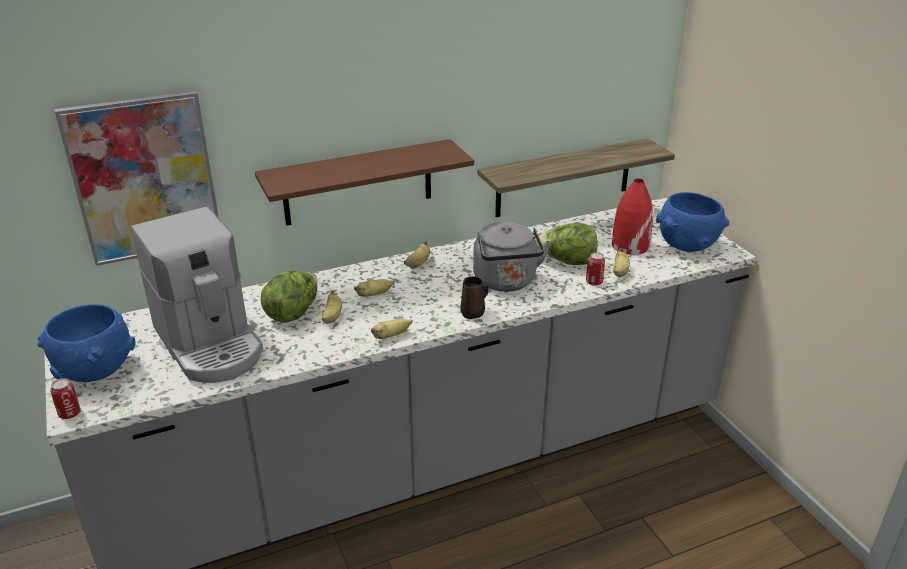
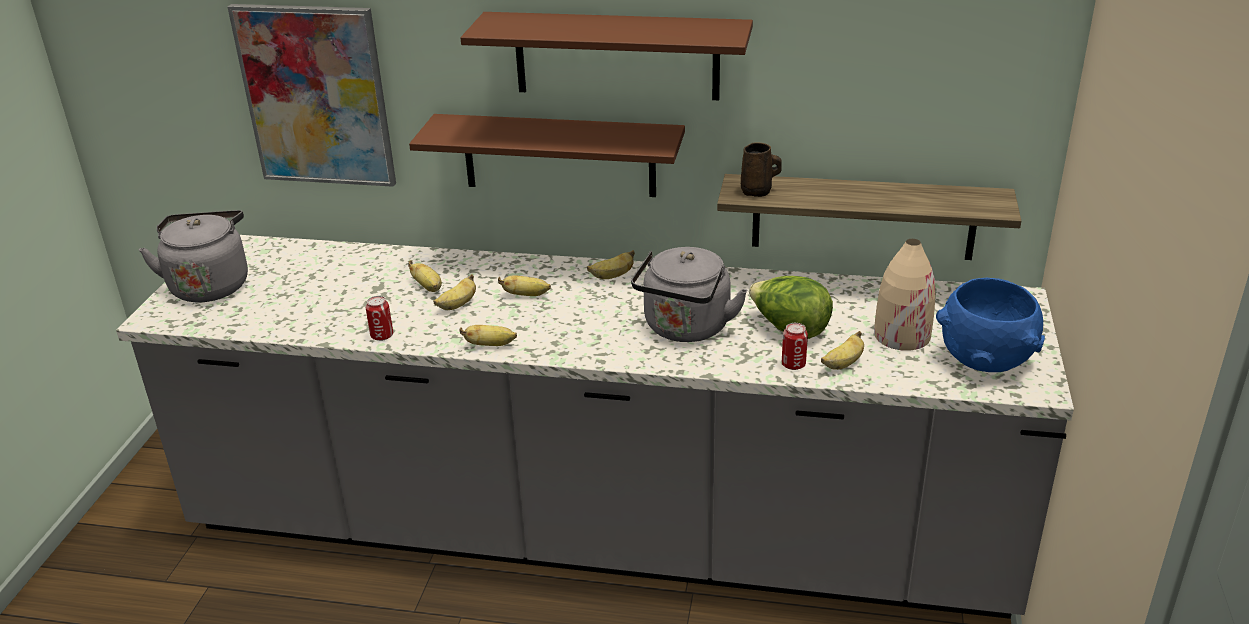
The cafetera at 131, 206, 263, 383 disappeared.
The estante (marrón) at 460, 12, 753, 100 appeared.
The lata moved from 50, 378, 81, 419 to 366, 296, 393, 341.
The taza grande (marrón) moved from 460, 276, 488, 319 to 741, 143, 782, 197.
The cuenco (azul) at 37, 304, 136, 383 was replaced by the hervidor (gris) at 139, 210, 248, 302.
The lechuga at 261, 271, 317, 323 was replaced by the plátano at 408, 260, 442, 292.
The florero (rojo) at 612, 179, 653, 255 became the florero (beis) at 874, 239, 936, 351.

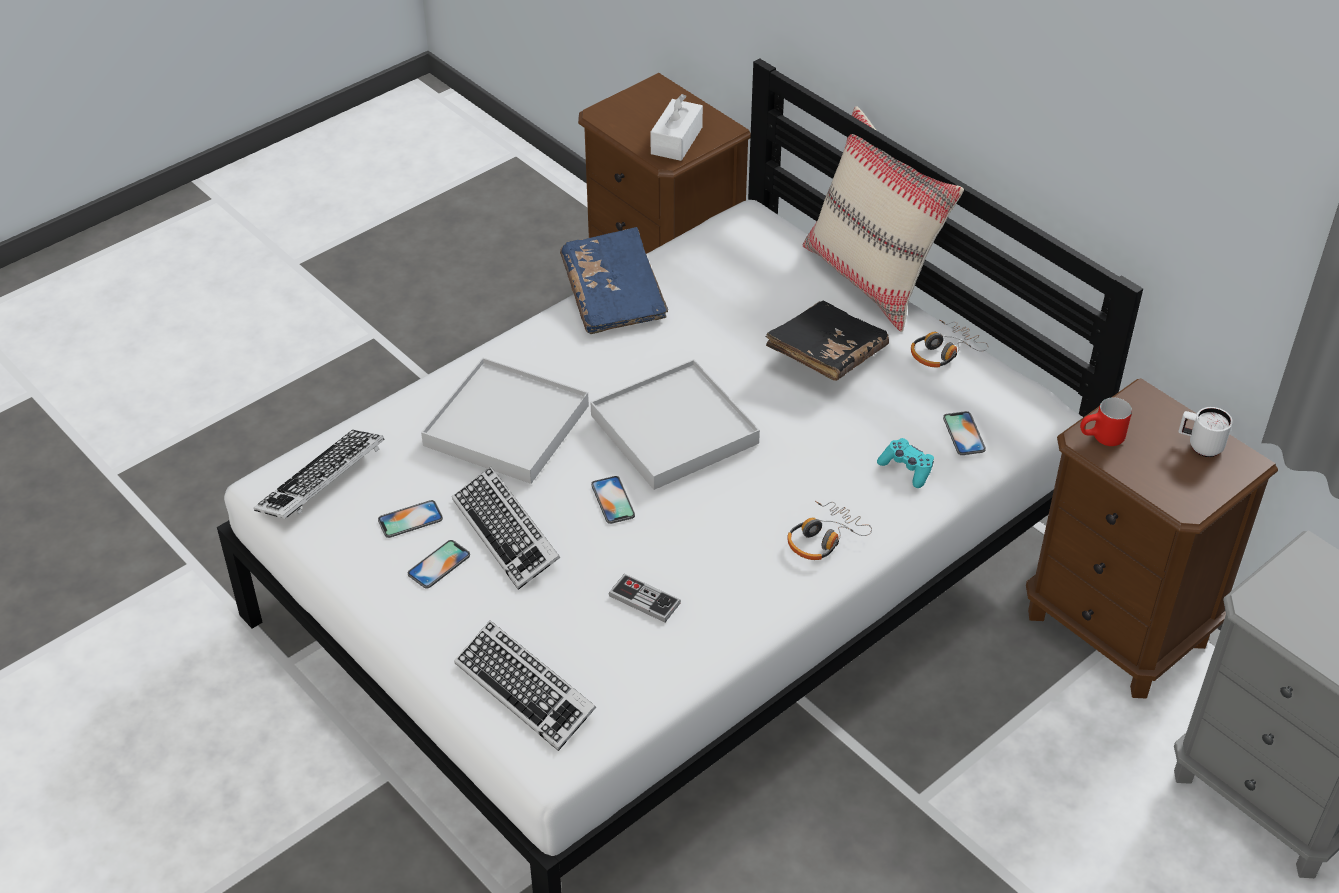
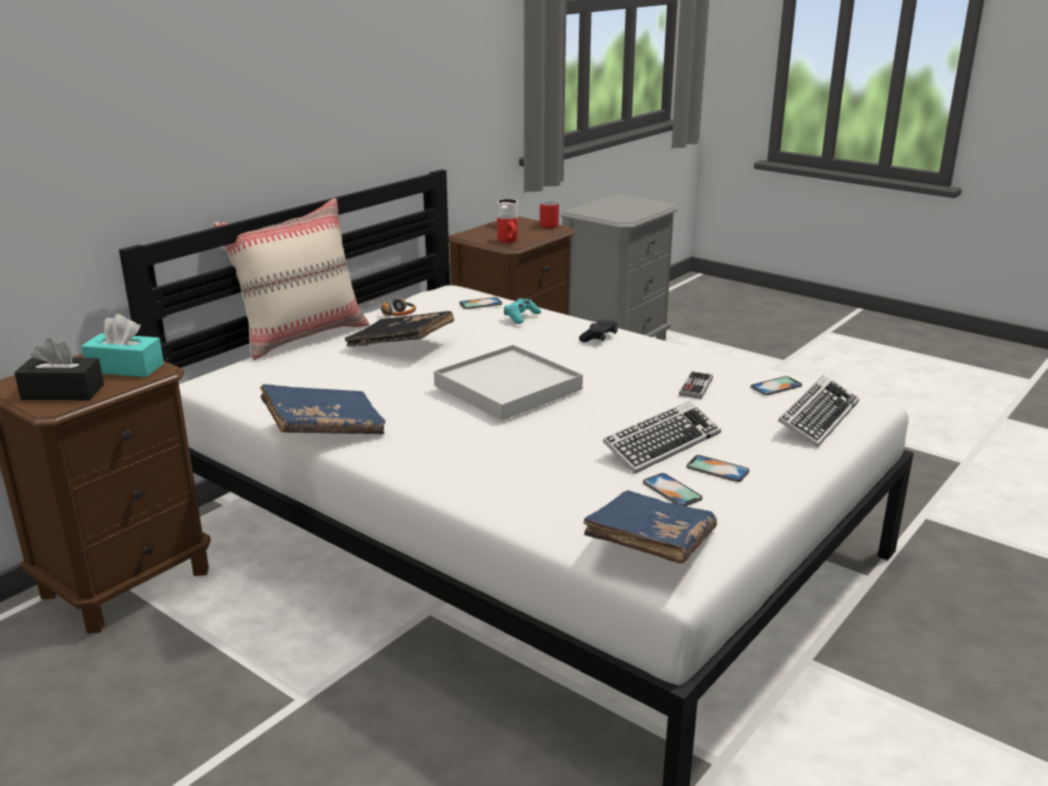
The bandeja (blanco) at 421, 357, 589, 484 disappeared.
The caja de pañuelos (negro) at 14, 338, 104, 400 appeared.
The taza grande (rojo) at 540, 200, 559, 228 appeared.
The móvil moved from 591, 476, 635, 524 to 751, 376, 802, 395.
The teclado at 254, 430, 385, 519 was replaced by the libro (azul) at 583, 490, 717, 564.
The auriculares at 787, 501, 872, 560 was replaced by the mando de consola (negro) at 579, 319, 618, 342.
The caja de pañuelos (blanco) at 650, 94, 703, 161 became the caja de pañuelos (turquesa) at 81, 314, 164, 377.

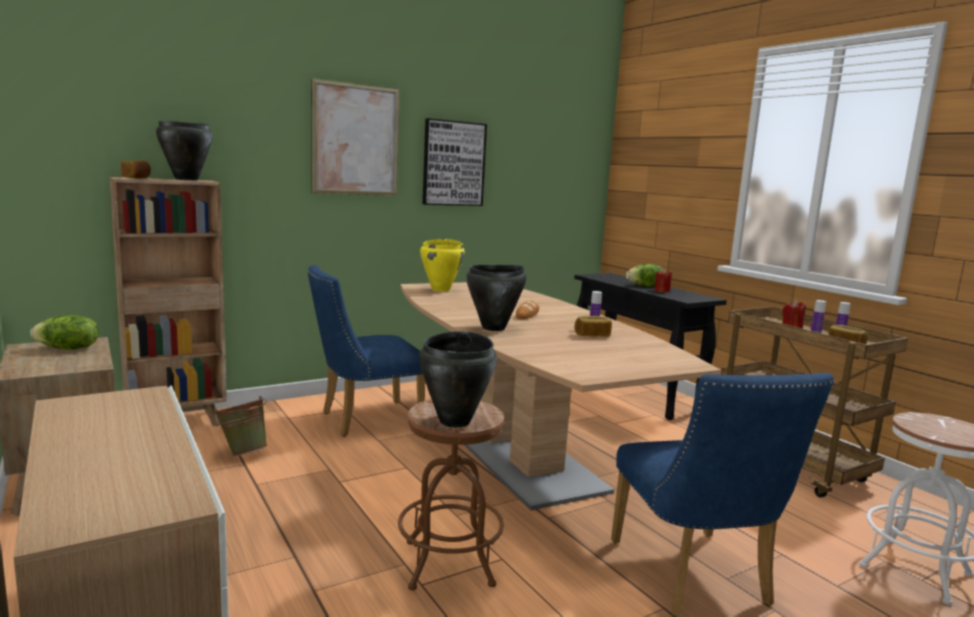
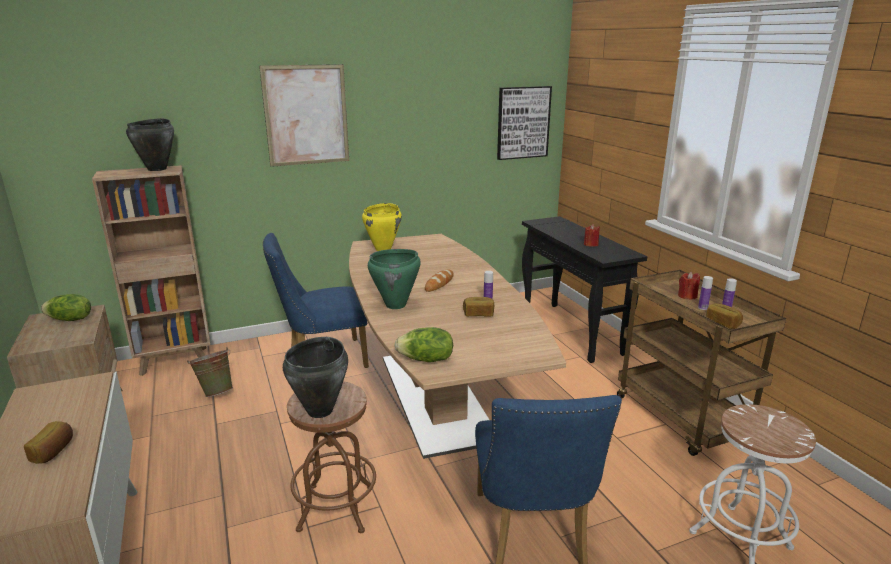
The pan moved from 121, 160, 151, 179 to 24, 421, 73, 464.
The cuadro moved from 423, 118, 487, 206 to 497, 86, 552, 160.
The lechuga moved from 626, 264, 663, 286 to 395, 327, 453, 362.
The olla (negro) at 466, 265, 527, 331 became the olla (verde) at 368, 249, 421, 309.

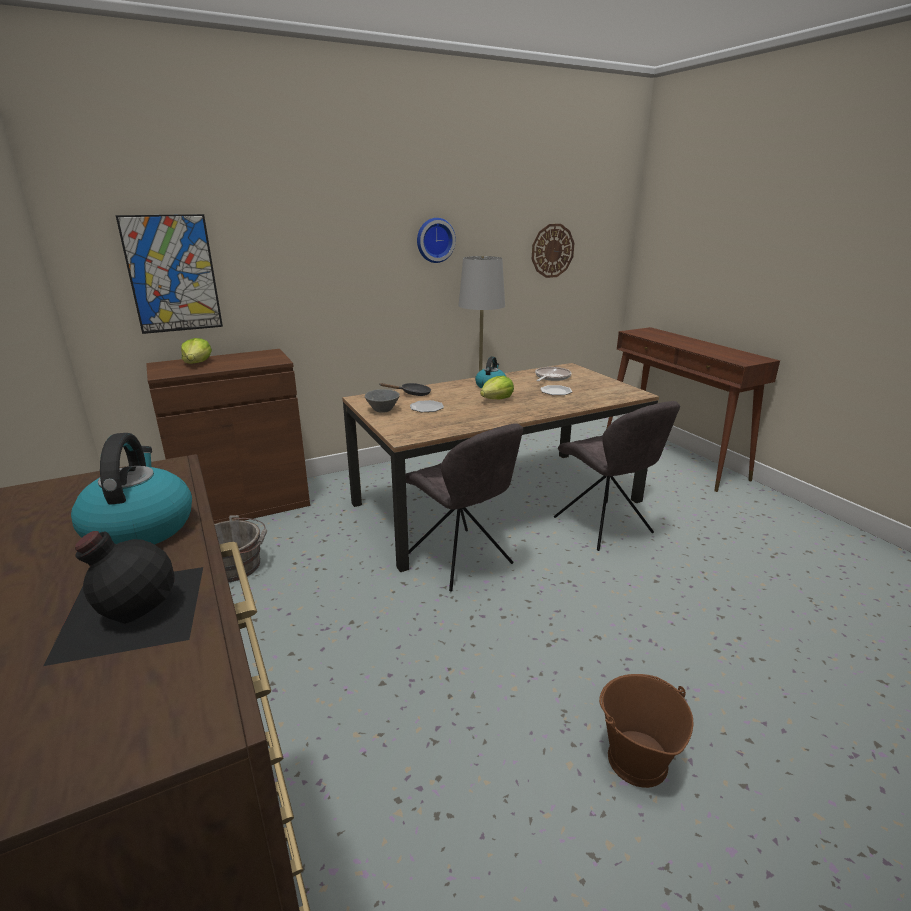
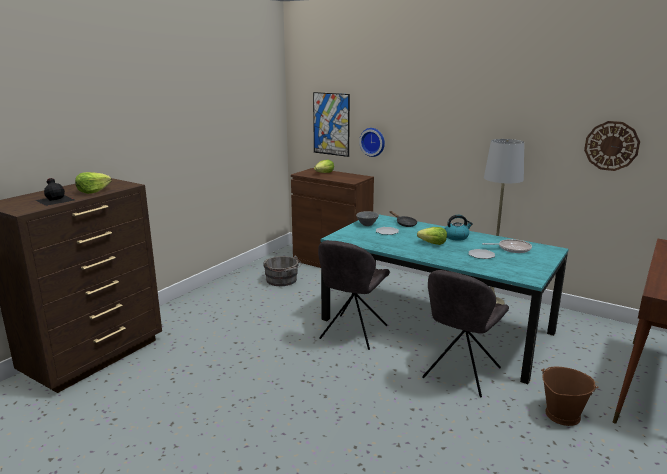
The reloj de pared moved from 417, 218, 456, 263 to 359, 128, 385, 157.
The cubo (marrón) moved from 599, 674, 693, 788 to 541, 367, 599, 426.
The hervidor at 71, 433, 192, 545 was replaced by the lechuga at 75, 172, 112, 194.
The mesa de comedor (marrón) at 342, 363, 659, 572 became the mesa de comedor (turquesa) at 321, 214, 569, 384.

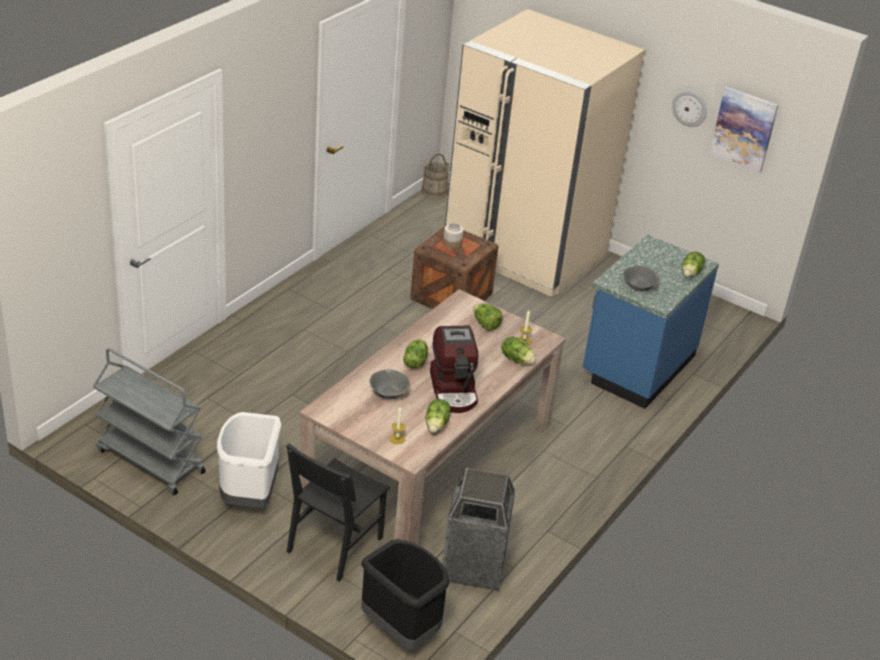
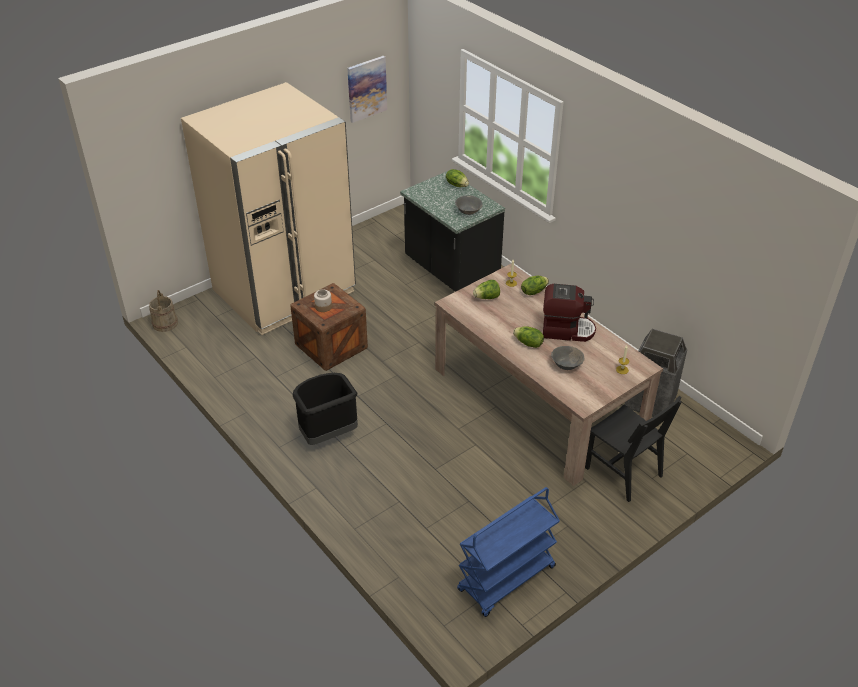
The papelera (blanco) at 217, 412, 281, 508 disappeared.
The lechuga at 426, 399, 451, 433 disappeared.
The reloj de pared at 672, 91, 707, 127 disappeared.
The papelera (negro) moved from 361, 539, 450, 649 to 293, 373, 358, 445.
The carrito (gris) at 93, 348, 206, 495 became the carrito (azul) at 457, 487, 560, 617.
The mueble bajo de cocina (azul) at 583, 235, 719, 409 became the mueble bajo de cocina (negro) at 400, 171, 505, 292.

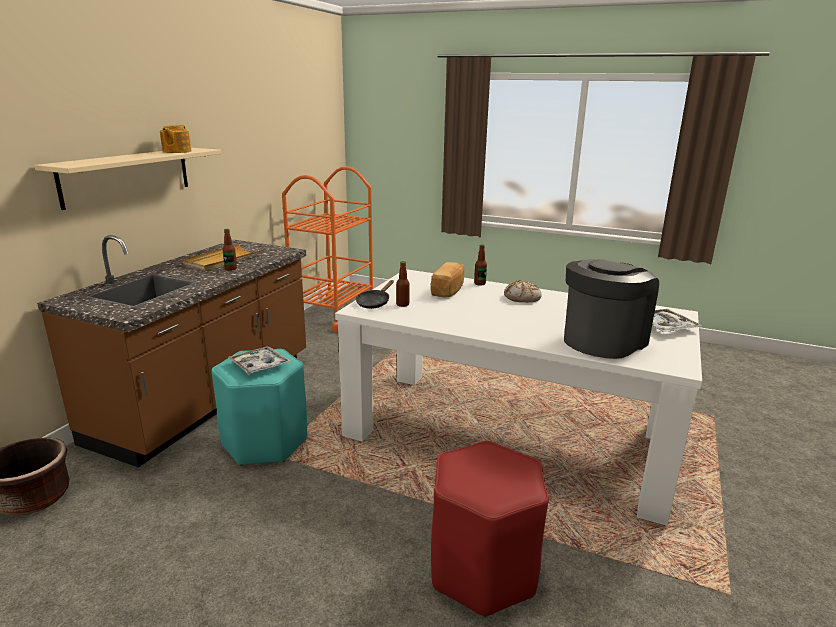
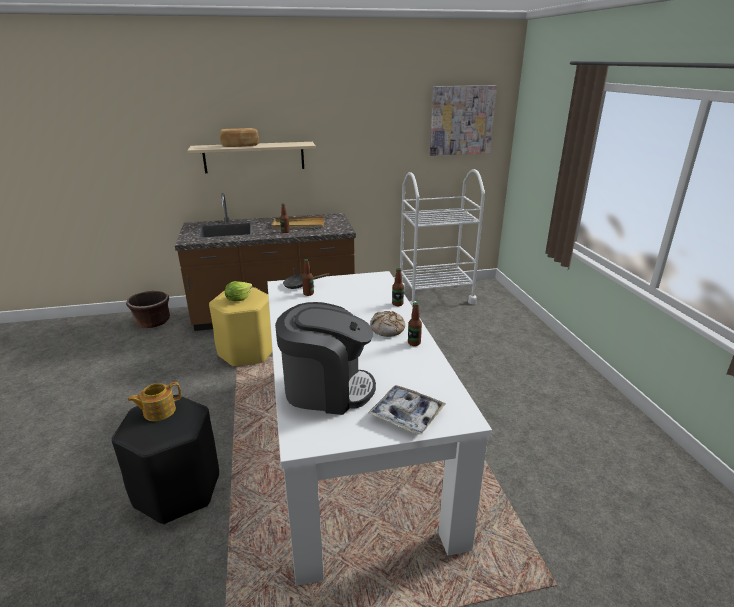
The botella at 408, 302, 422, 346 appeared.
The cuadro at 430, 85, 497, 156 appeared.
The tetera moved from 160, 125, 191, 153 to 128, 382, 181, 421.
The pan moved from 431, 262, 464, 297 to 220, 128, 259, 147.
The bandeja at 228, 346, 291, 375 was replaced by the lechuga at 225, 281, 252, 302.
The taburete (turquesa) at 212, 349, 307, 466 became the taburete (amarillo) at 209, 287, 272, 367.
The carrito (naranja) at 282, 166, 373, 332 became the carrito (blanco) at 400, 169, 485, 307.
The taburete (rojo) at 431, 441, 549, 617 became the taburete (negro) at 112, 395, 219, 525.

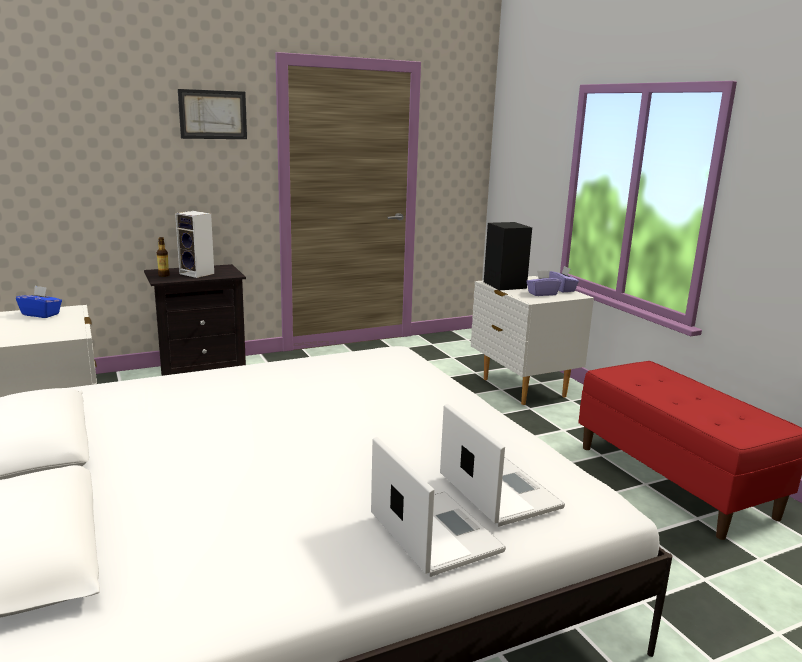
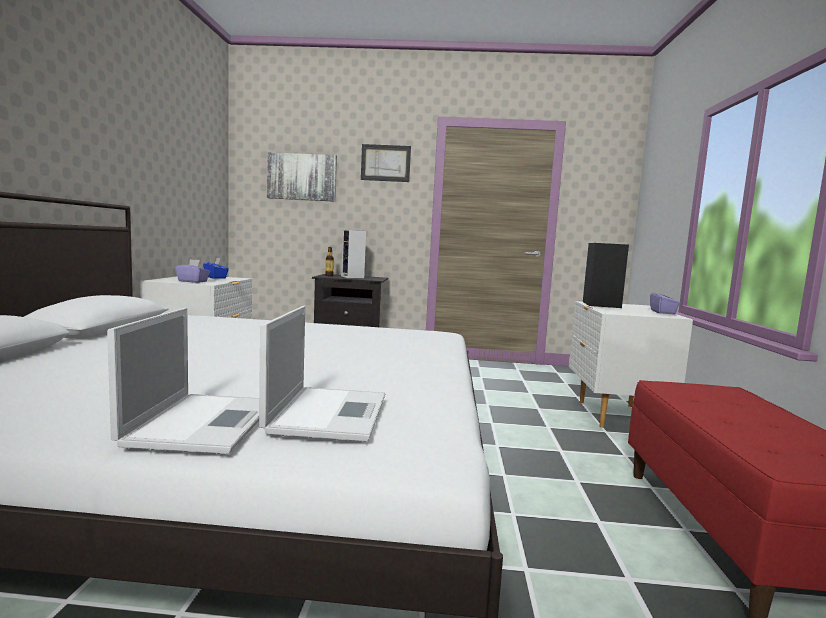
The cuadro at 267, 152, 337, 202 appeared.
The caja de pañuelos (morado) moved from 526, 270, 562, 296 to 175, 259, 210, 283.

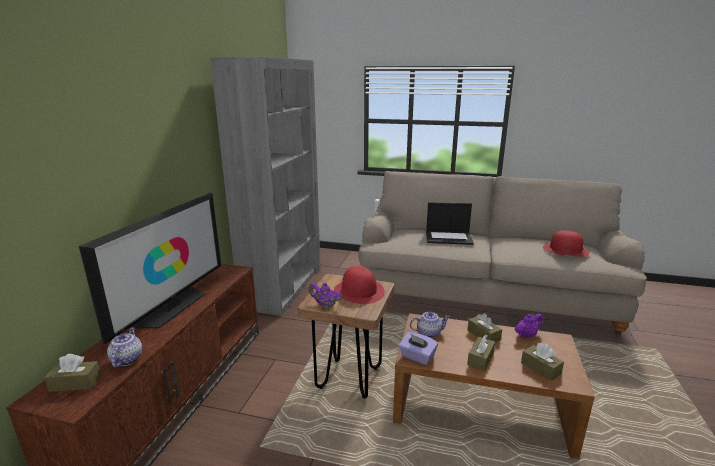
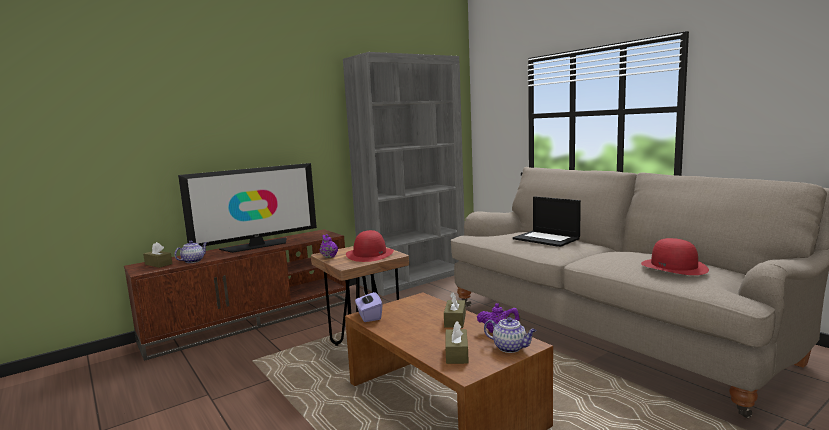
The caja de pañuelos (marrón) at 467, 335, 495, 371 disappeared.
The tetera moved from 410, 312, 450, 338 to 484, 317, 537, 353.

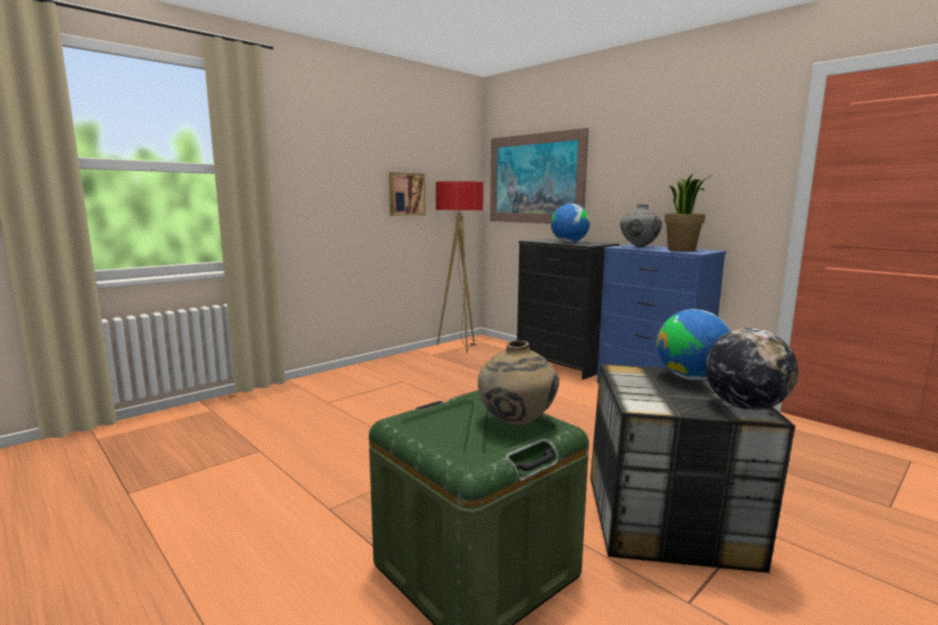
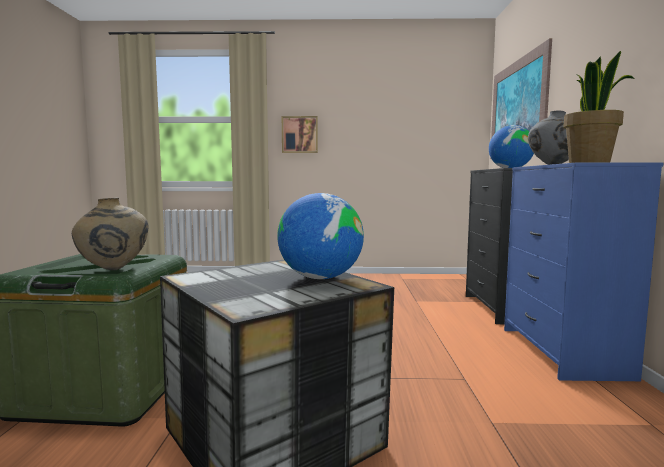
The lámpara de pie at 436, 181, 484, 353 disappeared.
The globo terráqueo at 706, 328, 798, 410 disappeared.
The cuadro moved from 389, 172, 426, 216 to 282, 116, 318, 153.

